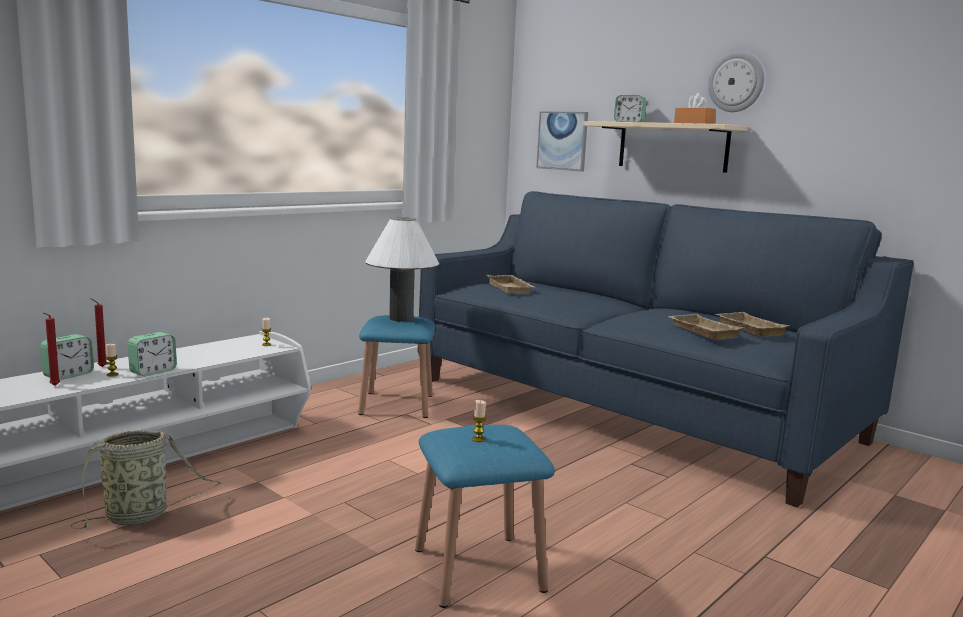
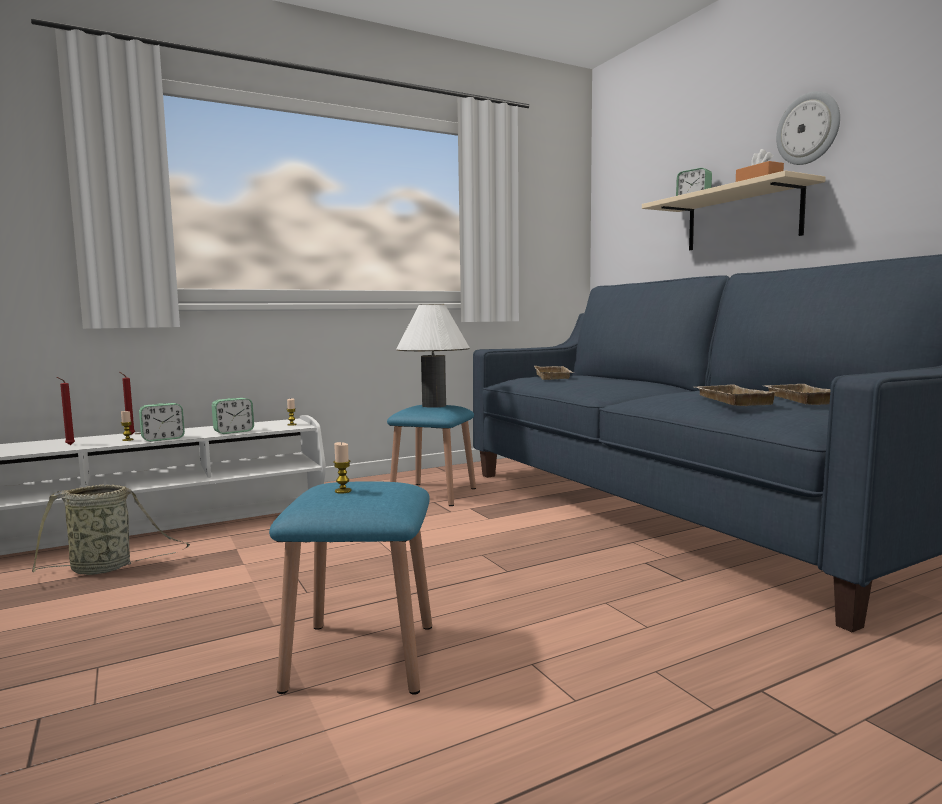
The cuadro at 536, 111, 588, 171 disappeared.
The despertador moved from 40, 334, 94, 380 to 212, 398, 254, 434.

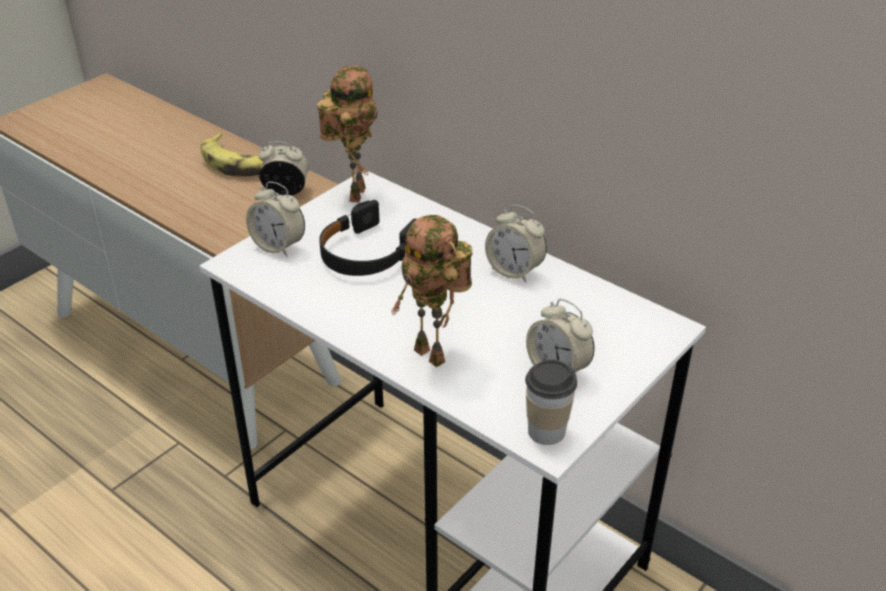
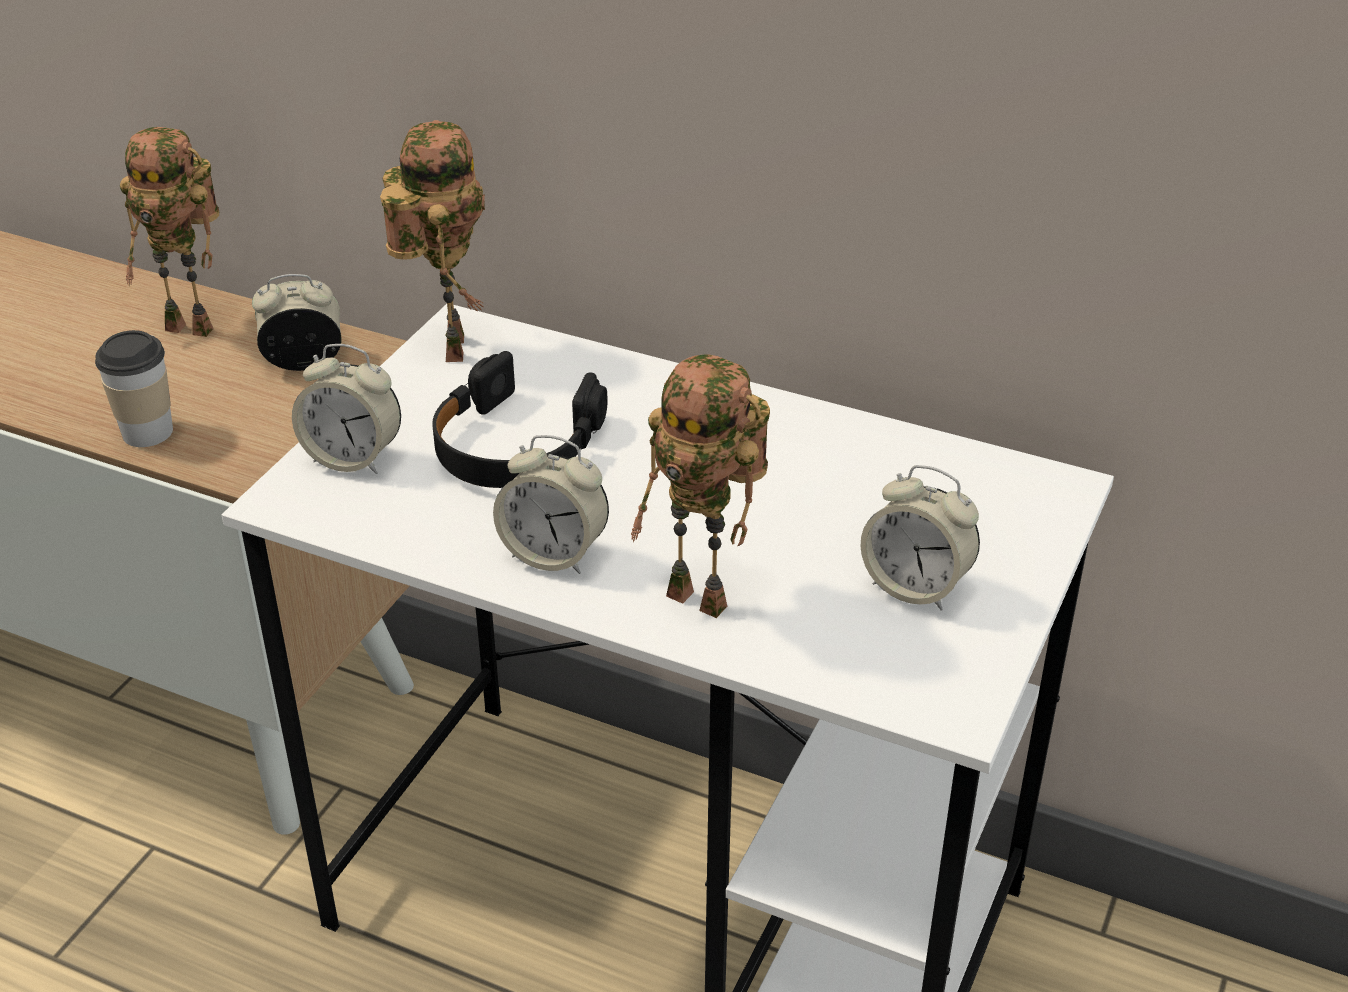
The despertador moved from 485, 205, 547, 283 to 493, 435, 609, 574.
The taza moved from 525, 359, 577, 445 to 95, 330, 173, 447.
The plátano at 201, 133, 263, 176 was replaced by the robot de juguete at 120, 127, 219, 337.

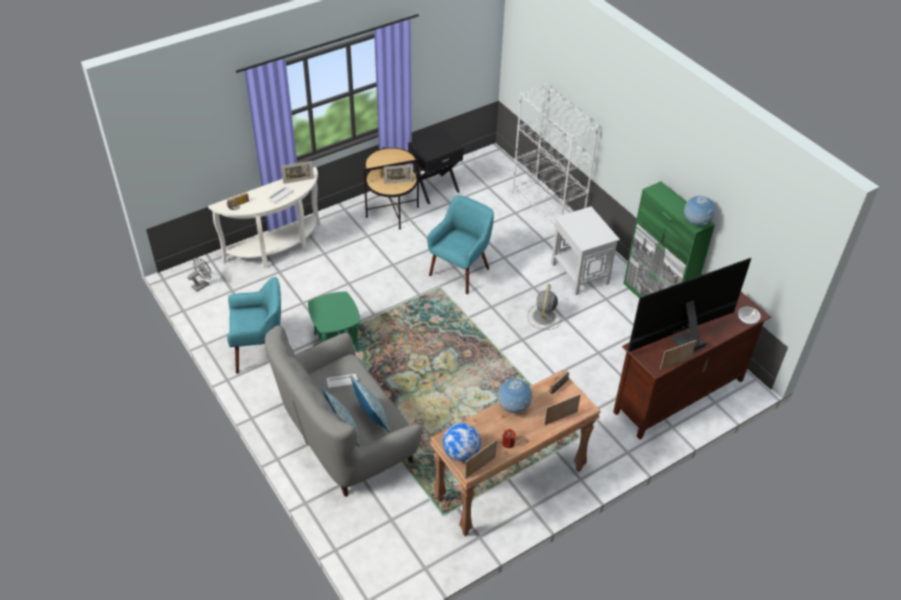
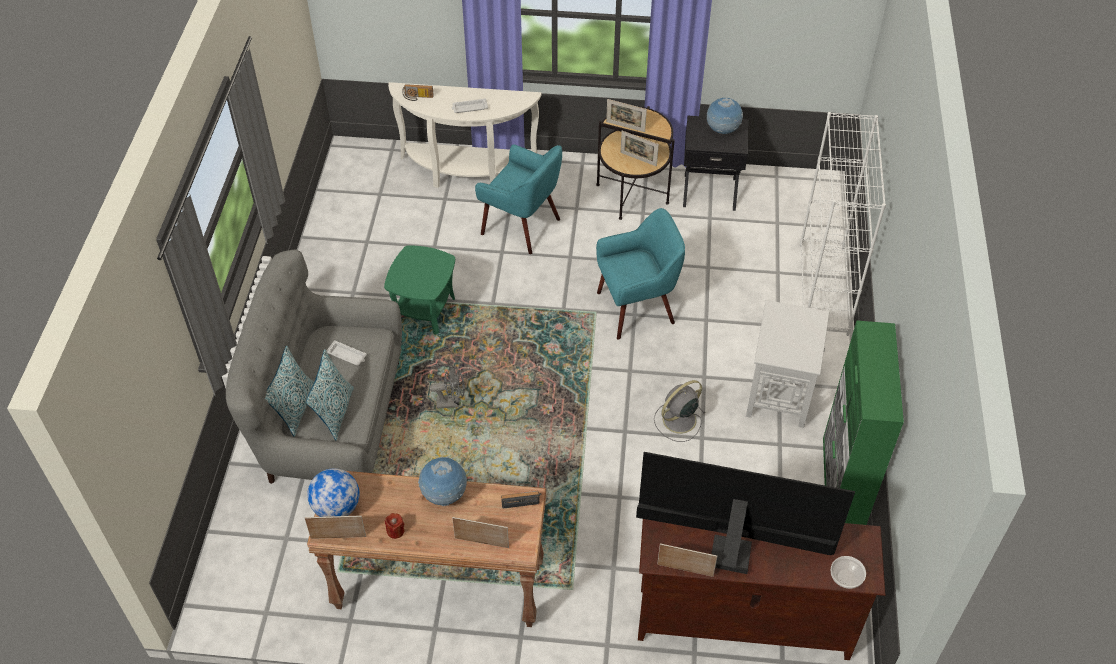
The ventilador (gris) moved from 188, 258, 212, 292 to 429, 365, 465, 408.
The sillón (turquesa) moved from 227, 277, 281, 374 to 475, 144, 562, 254.
The portarretratos moved from 281, 161, 314, 184 to 606, 99, 647, 132.
The globo terráqueo moved from 683, 195, 715, 226 to 707, 98, 743, 134.

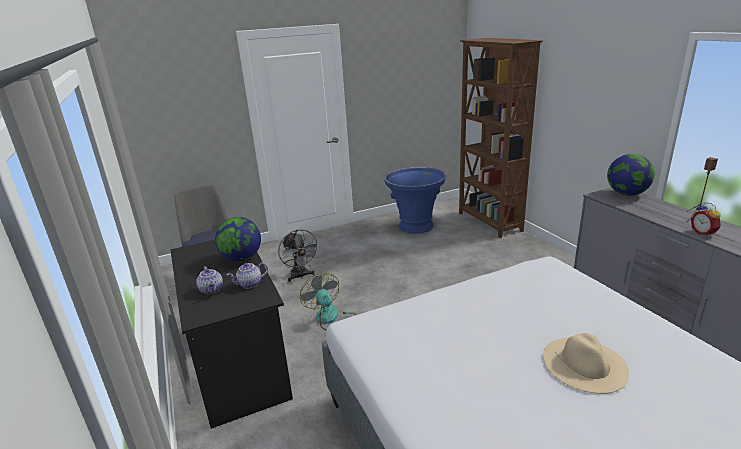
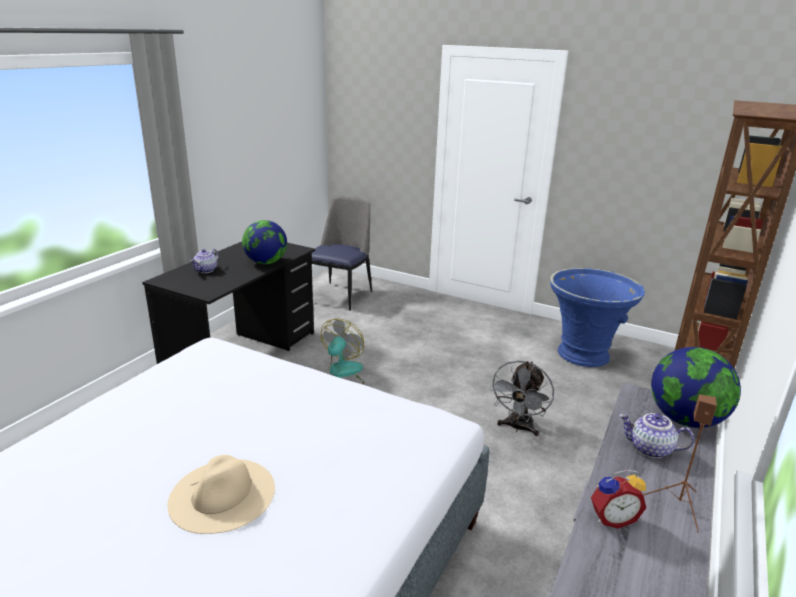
The tetera moved from 227, 262, 268, 289 to 619, 413, 694, 458.
The ventilador (gris) moved from 278, 230, 320, 282 to 489, 360, 554, 437.
The despertador at 691, 203, 721, 237 turned 135 degrees counterclockwise.

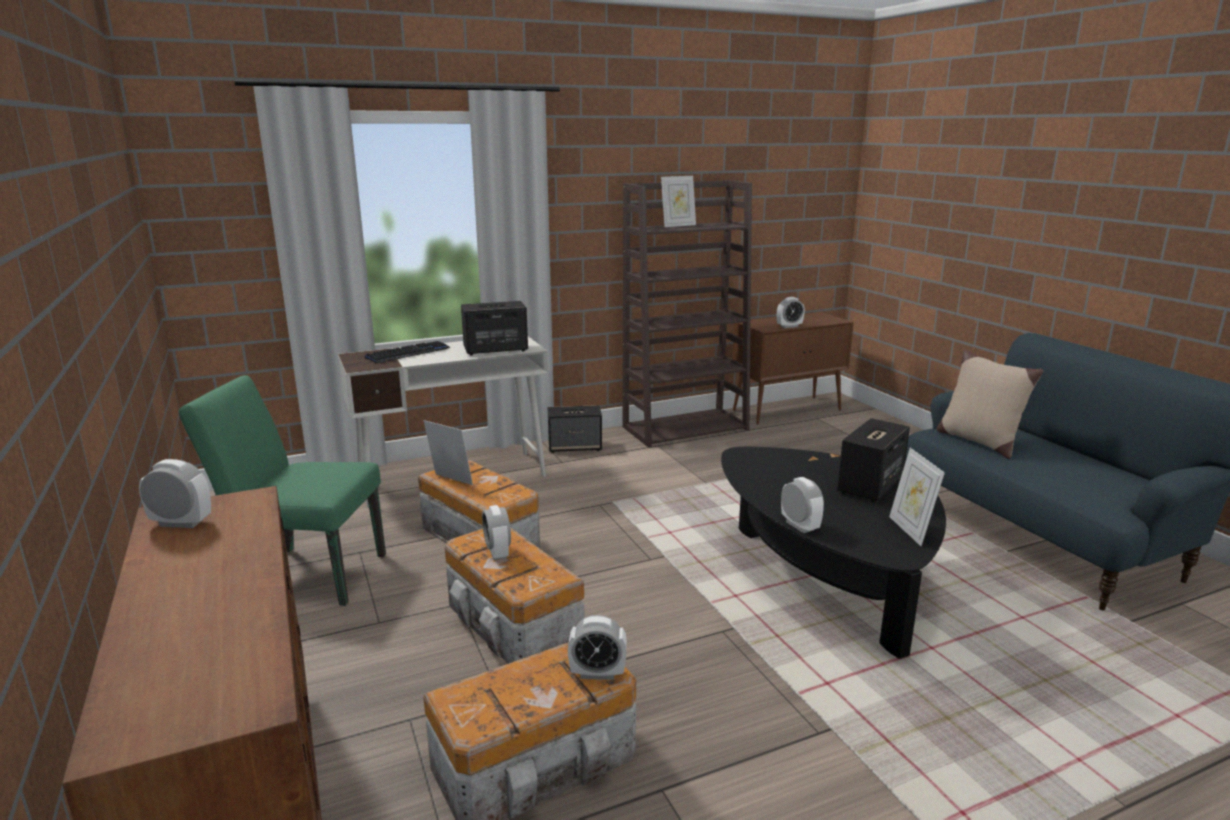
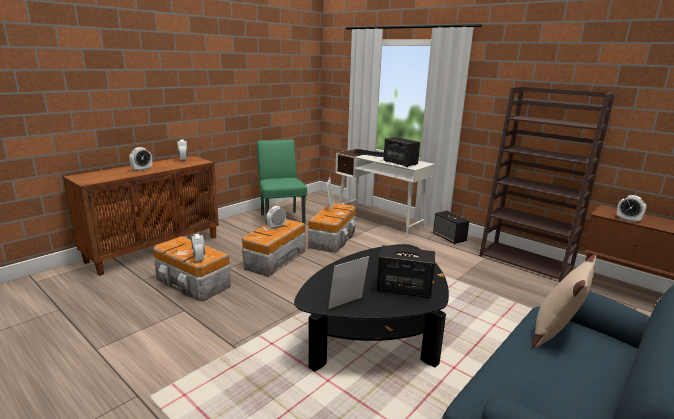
The portarretratos at 661, 176, 696, 227 disappeared.
The despertador moved from 781, 477, 824, 533 to 129, 147, 152, 171.

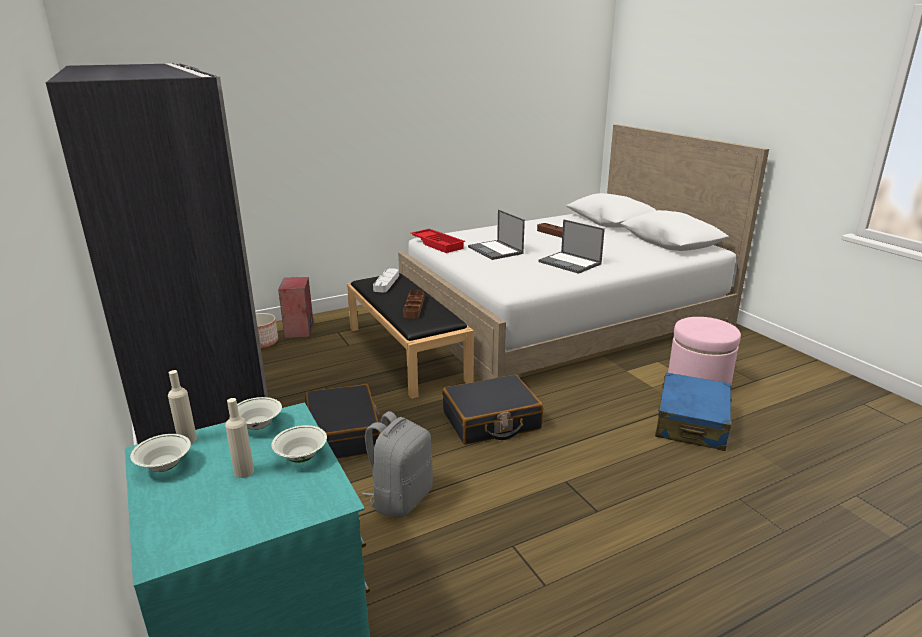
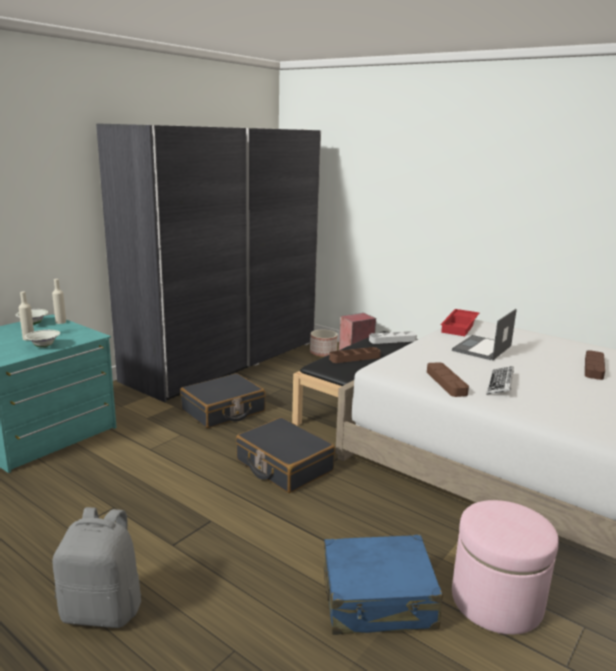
The cuenco (blanco) at 237, 397, 282, 430 disappeared.
The bandeja (marrón) at 427, 362, 469, 397 appeared.
The mochila (gris) moved from 362, 411, 433, 518 to 52, 507, 141, 628.
The portátil at 538, 219, 605, 274 was replaced by the teclado at 486, 366, 514, 395.

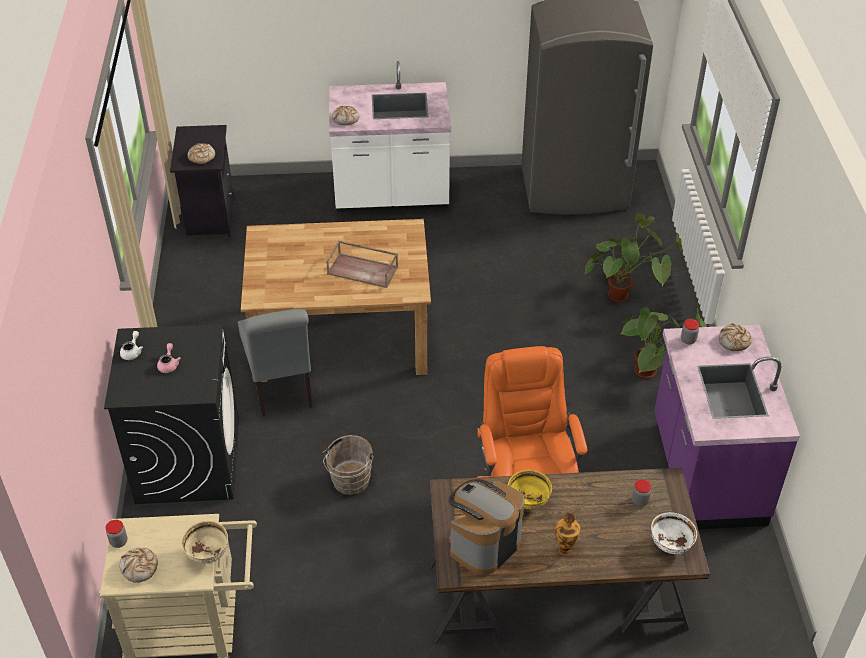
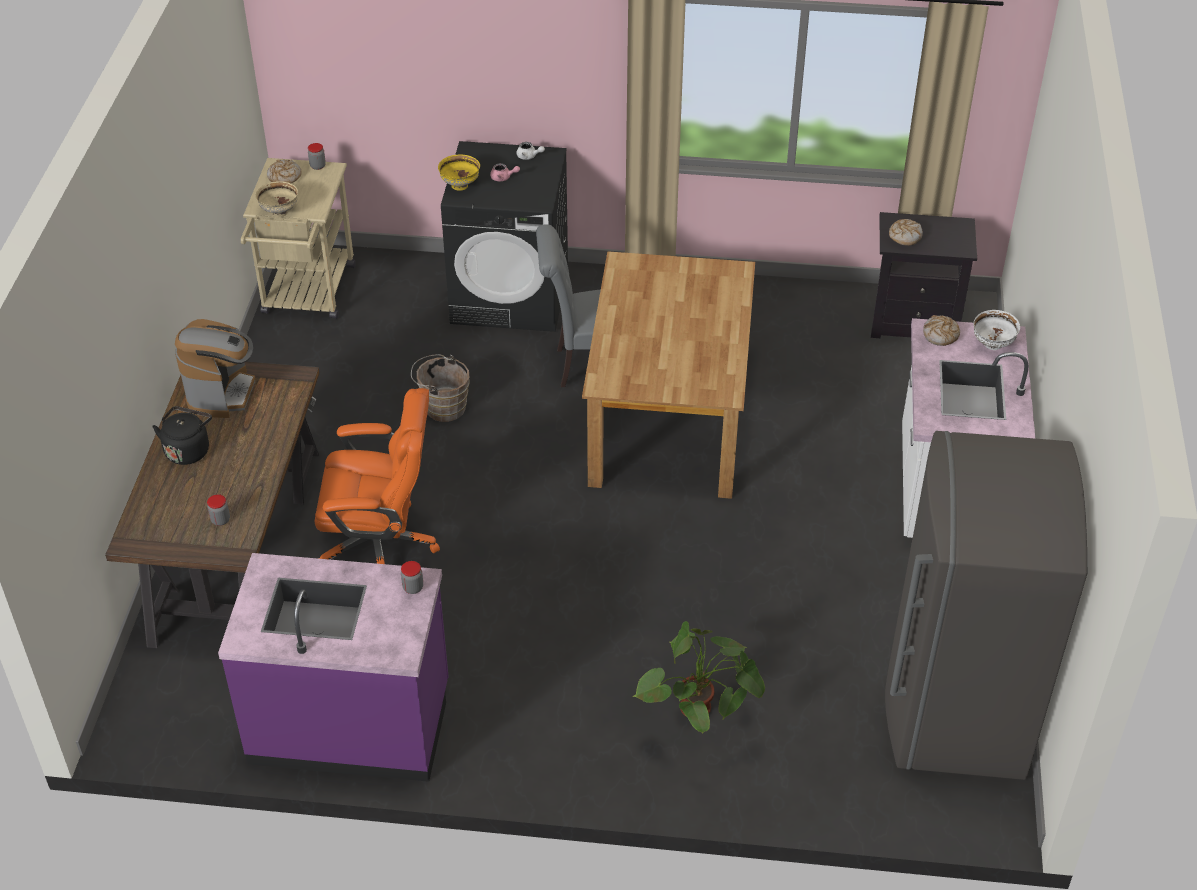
The bandeja (marrón) at 326, 241, 398, 288 disappeared.
The planta en maceta at 621, 307, 707, 378 disappeared.
The pan at 719, 323, 752, 351 disappeared.
The cuenco (amarillo) moved from 508, 470, 552, 509 to 438, 154, 480, 191.
The cuenco (blanco) moved from 651, 512, 697, 554 to 973, 310, 1020, 350.
The florero at 555, 513, 580, 556 was replaced by the hervidor (negro) at 152, 406, 212, 465.
The cafetera at 449, 479, 525, 575 turned 45 degrees clockwise.

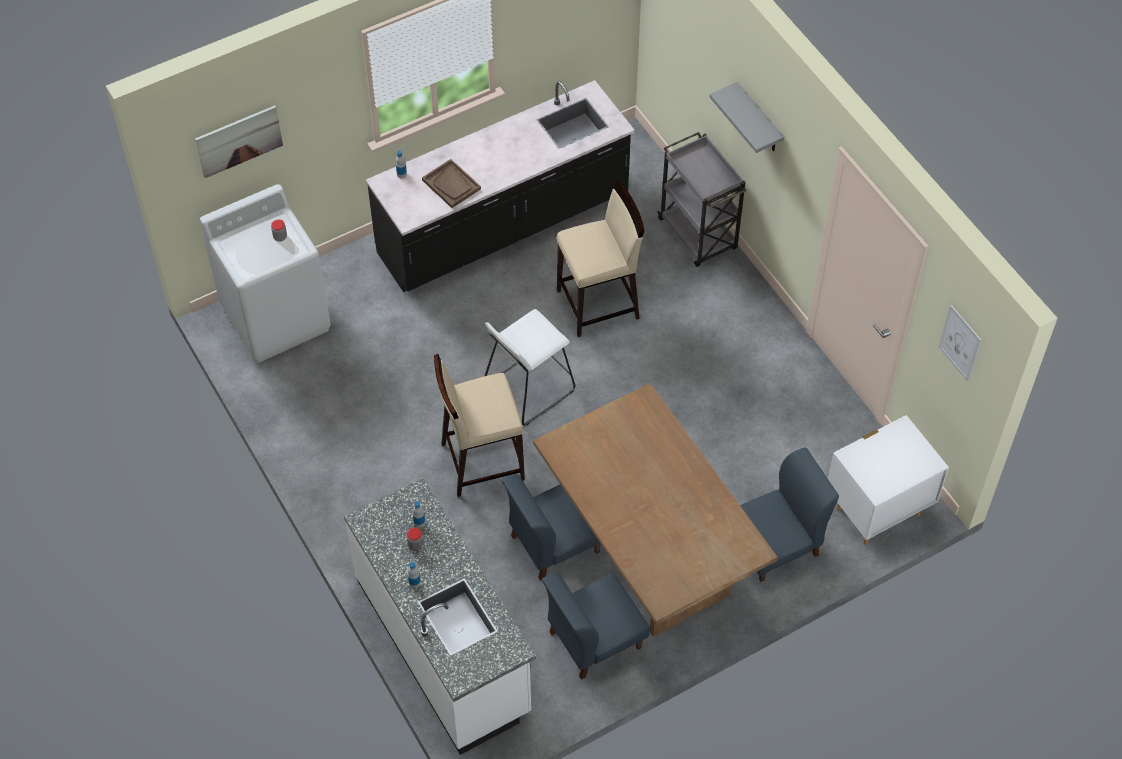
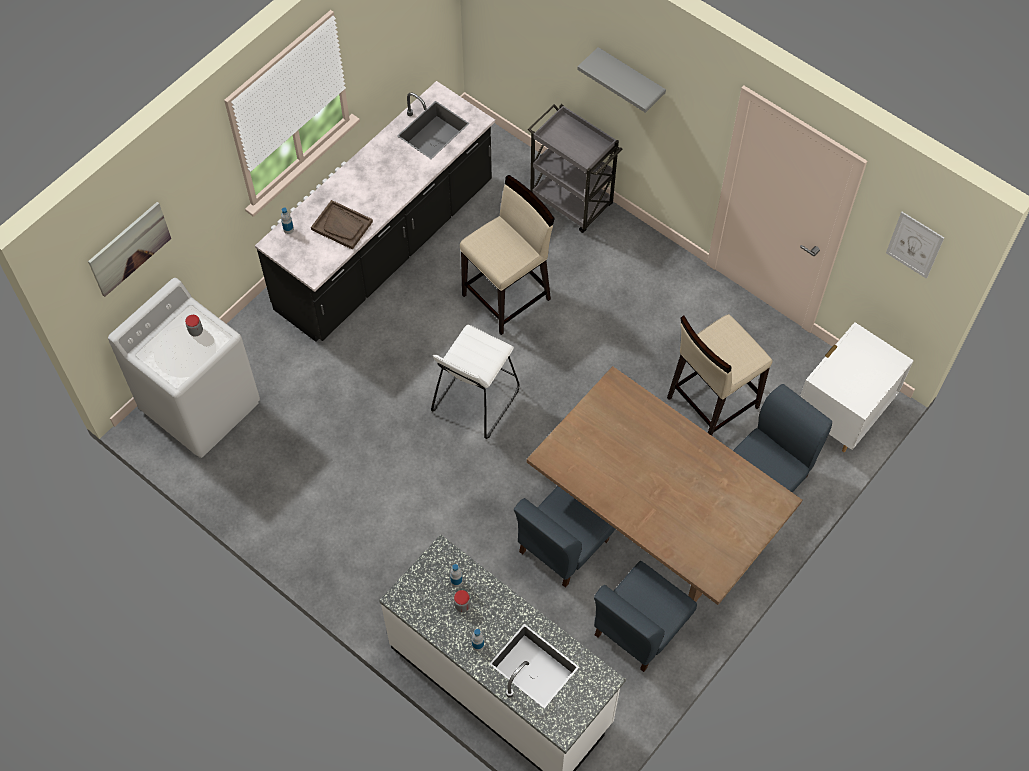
The taburete (beis) moved from 434, 354, 525, 497 to 667, 314, 773, 436.

